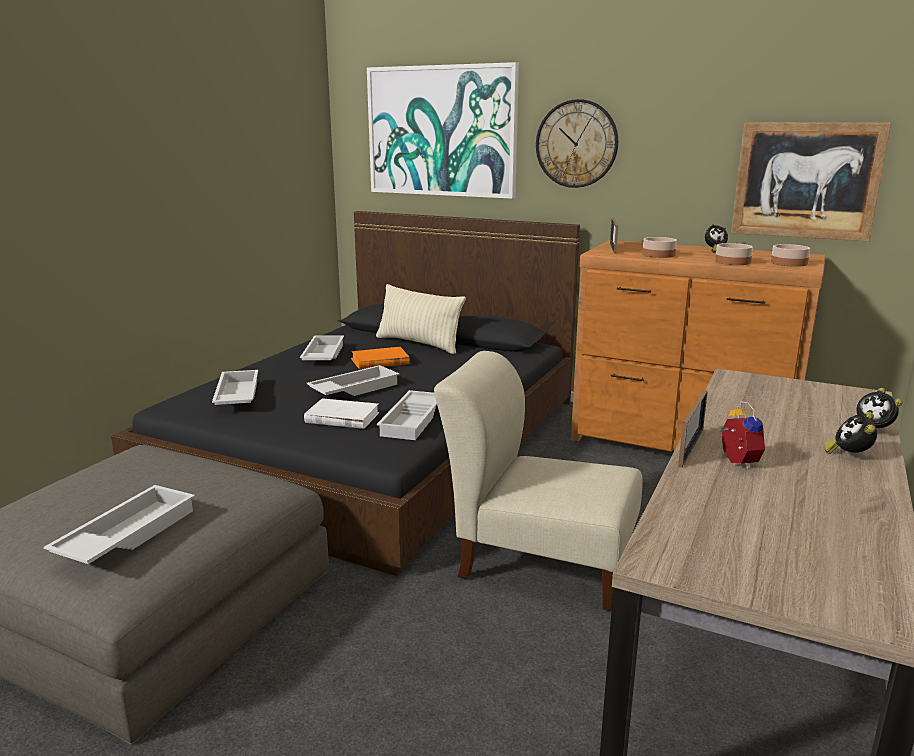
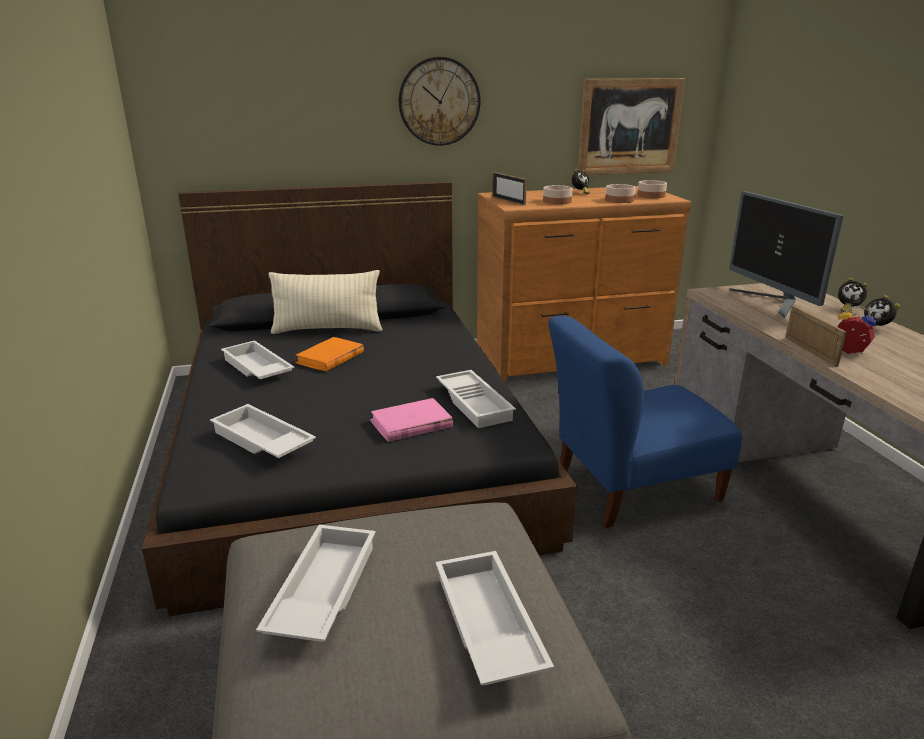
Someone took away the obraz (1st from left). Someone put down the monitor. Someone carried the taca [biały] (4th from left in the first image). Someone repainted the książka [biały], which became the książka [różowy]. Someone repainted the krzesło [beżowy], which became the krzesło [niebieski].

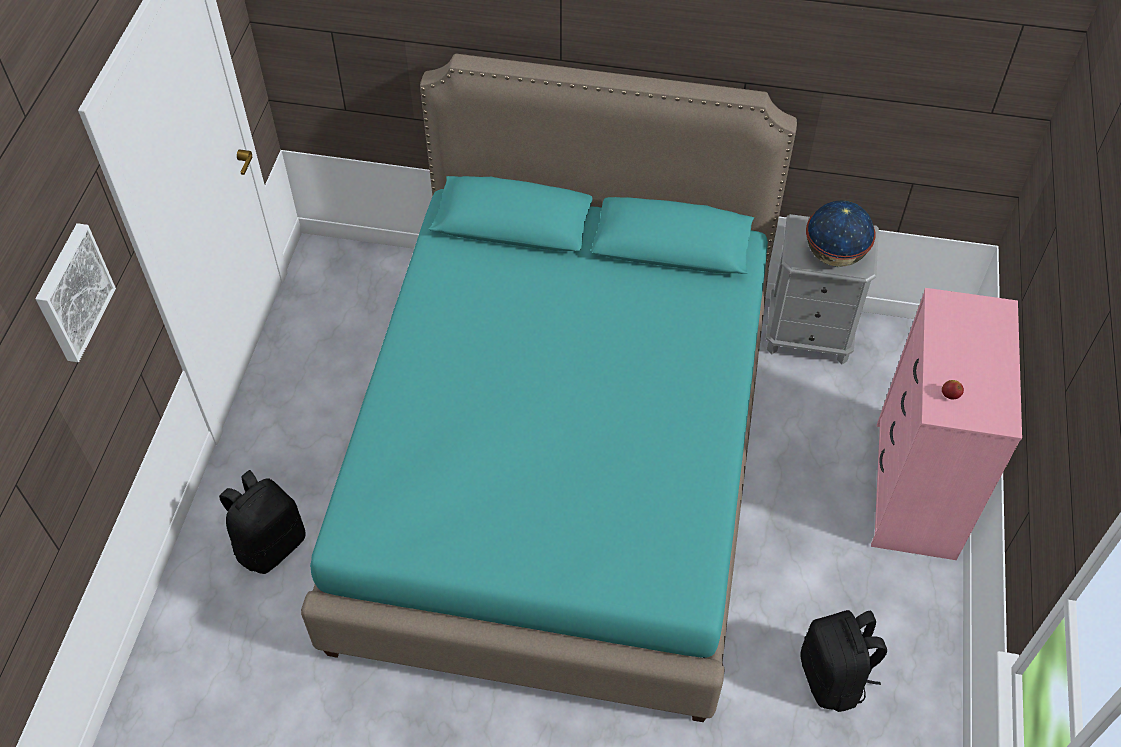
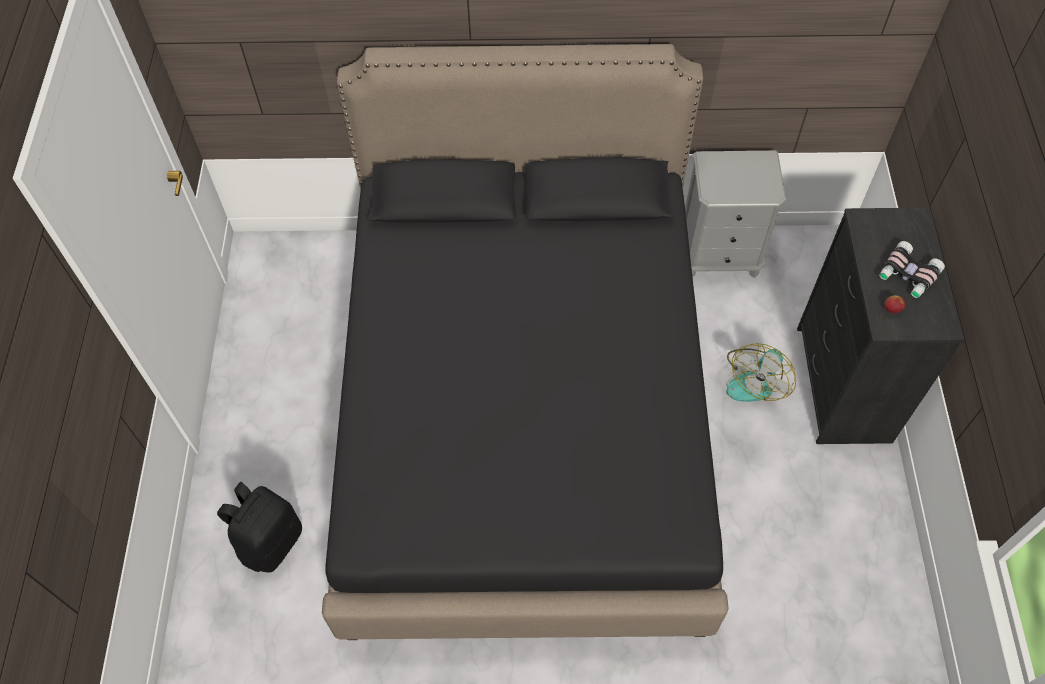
Someone took away the obraz. Someone took away the plecak [czarny] (2nd from left). Someone took away the globus. Someone put down the wentylator. Someone put down the lornetka. Someone repainted the łóżko [turkusowy], which became the łóżko [czarny]. Someone repainted the komoda [różowy], which became the komoda [czarny].

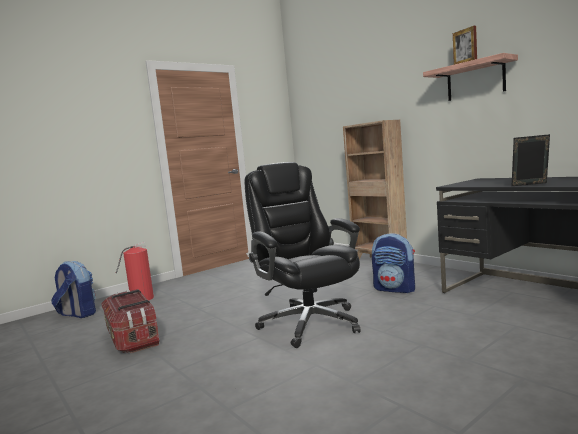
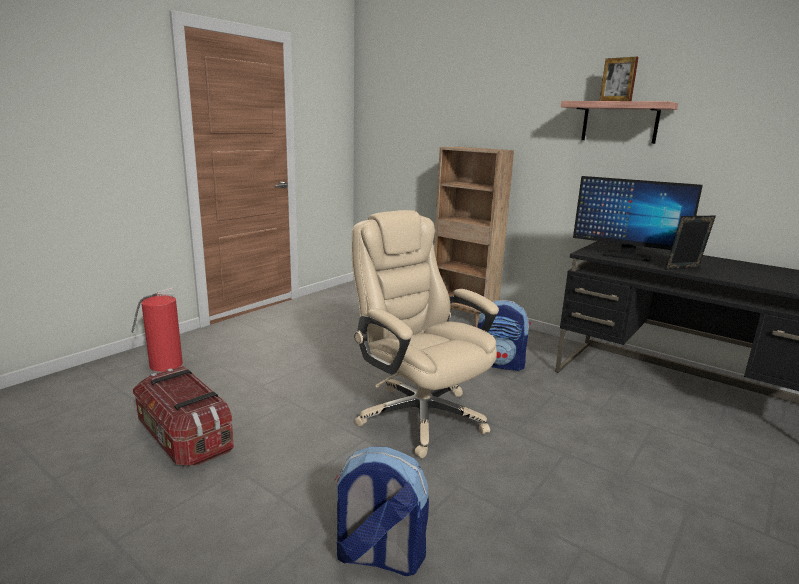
Someone put down the monitor. Someone carried the plecak (1st from left). Someone repainted the krzesło biurowe [czarny], which became the krzesło biurowe [beżowy].

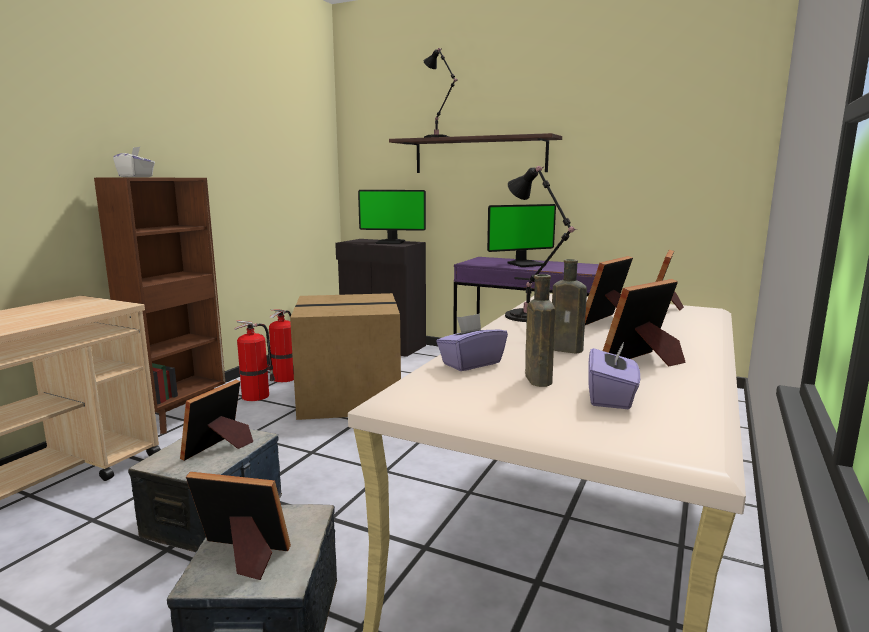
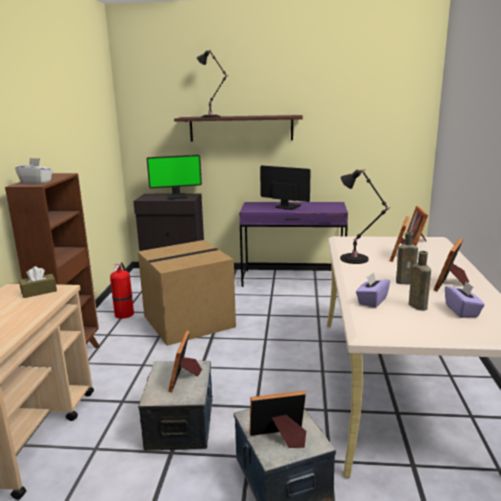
Someone took away the gaśnica (1st from left). Someone put down the pudełko chusteczek [brązowy]. Someone rotated the monitor (2nd from left) by 105 degrees counterclockwise.

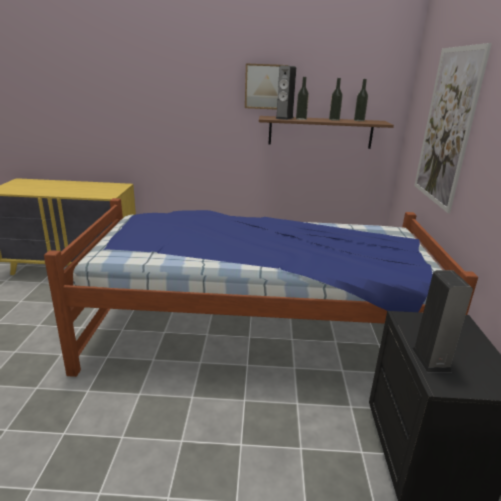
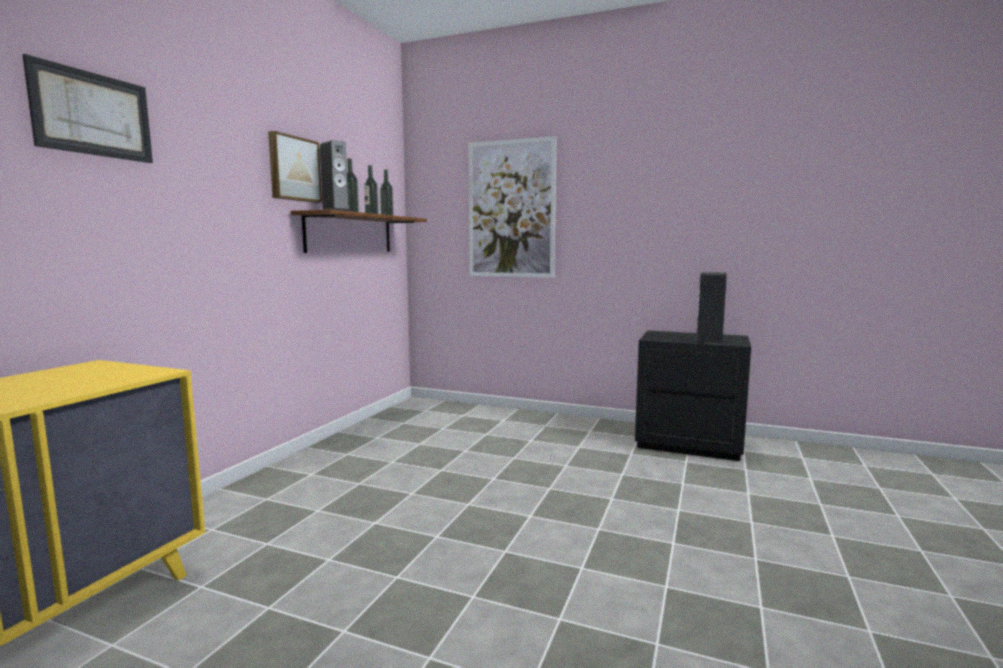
Someone took away the łóżko. Someone put up the obraz (1st from left).

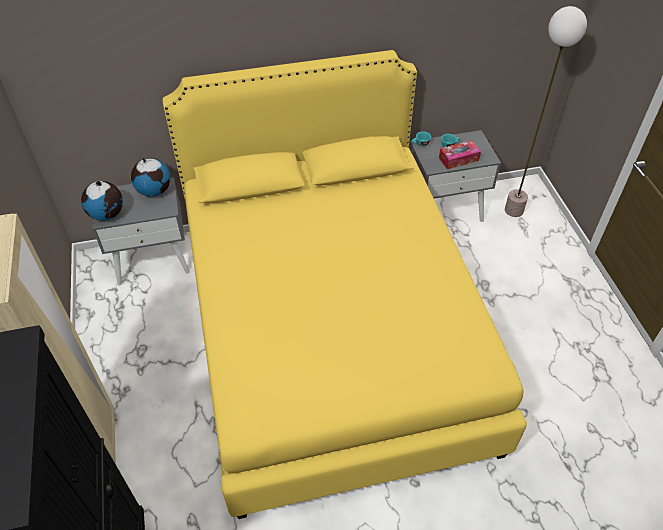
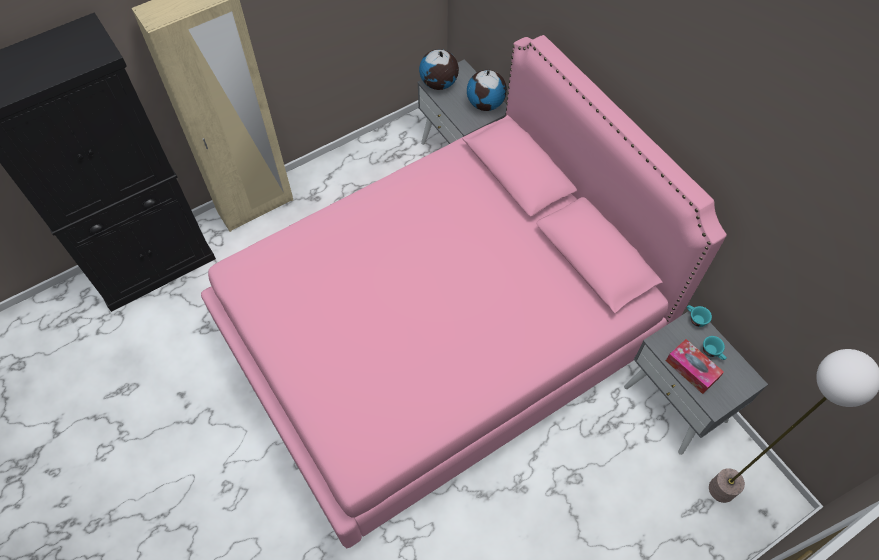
Someone repainted the łóżko [żółty], which became the łóżko [różowy].

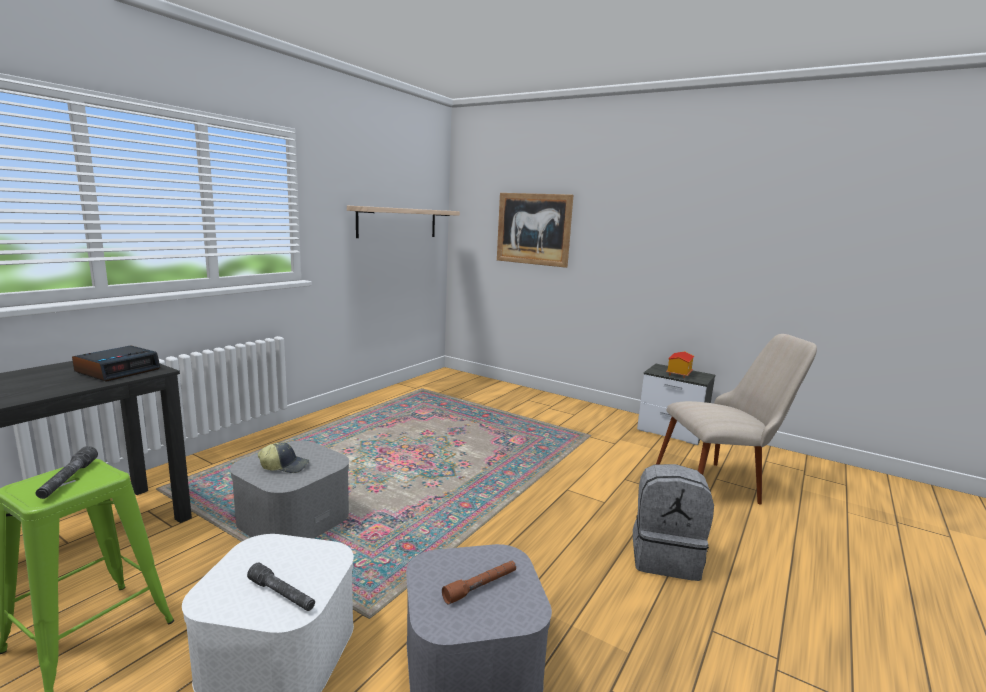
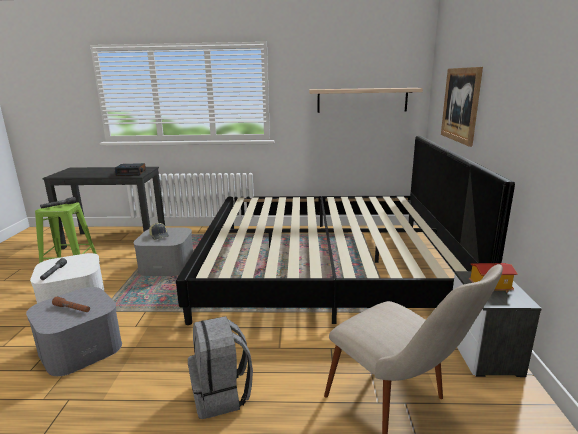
Someone put down the łóżko.

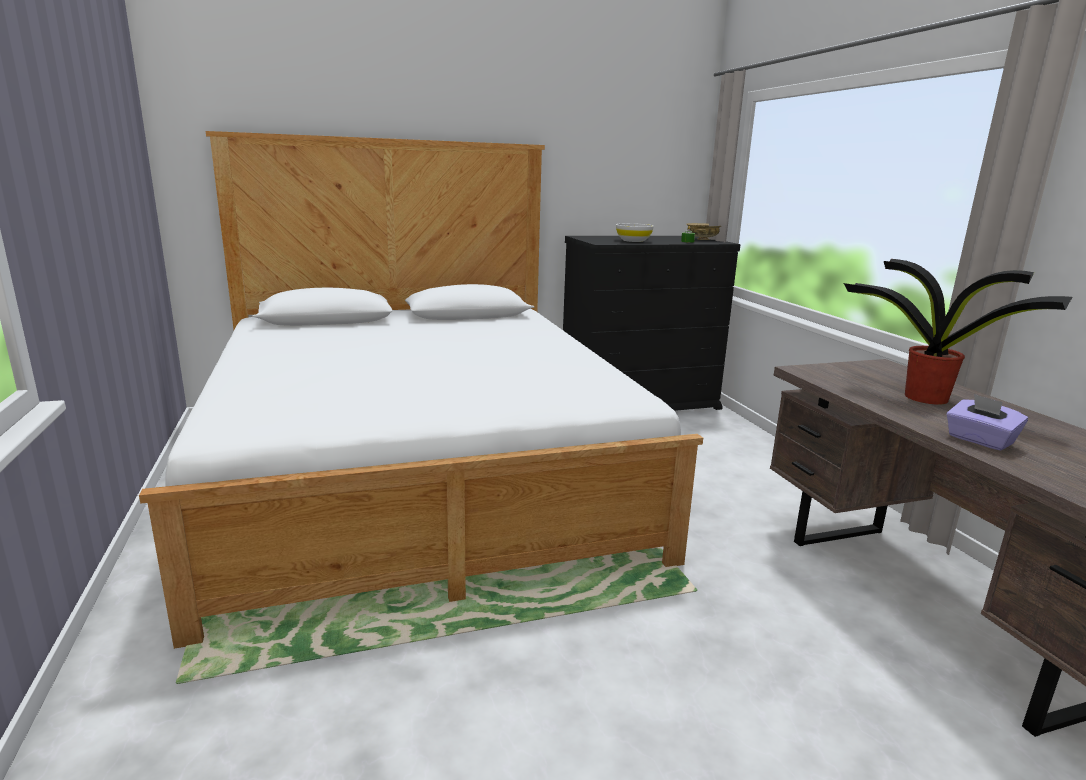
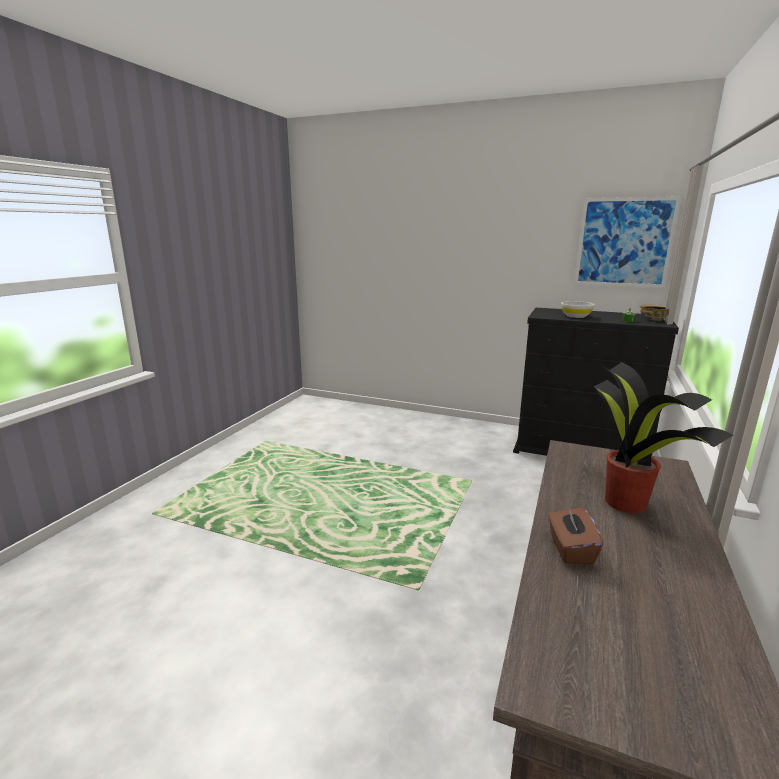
Someone took away the łóżko. Someone put up the obraz. Someone repainted the pudełko chusteczek [fioletowy], which became the pudełko chusteczek [brązowy].

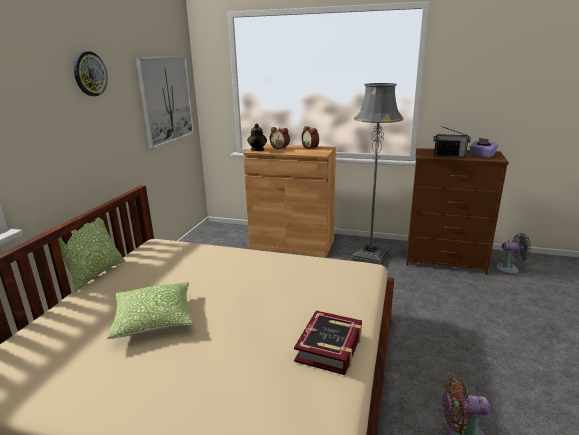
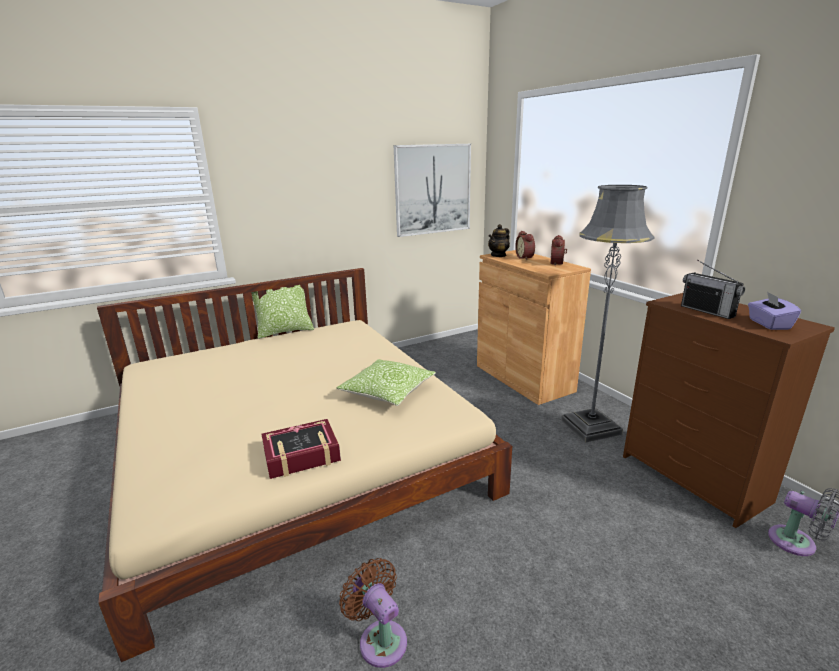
Someone took away the zegar ścienny. Someone carried the poduszka (2nd from left).

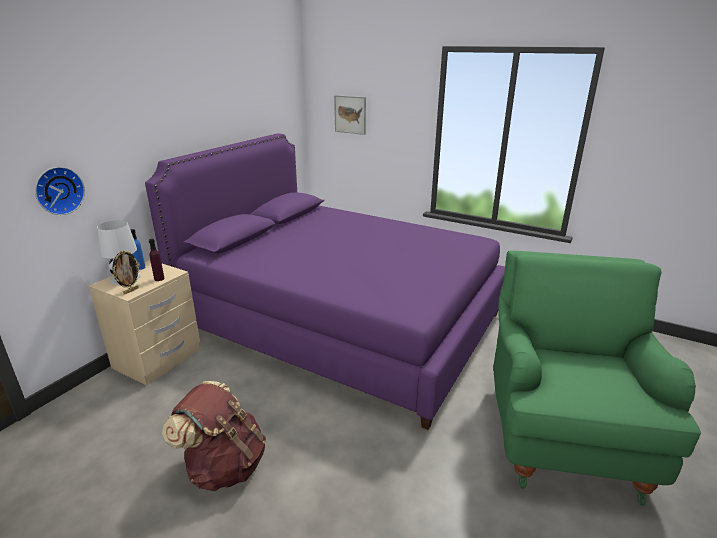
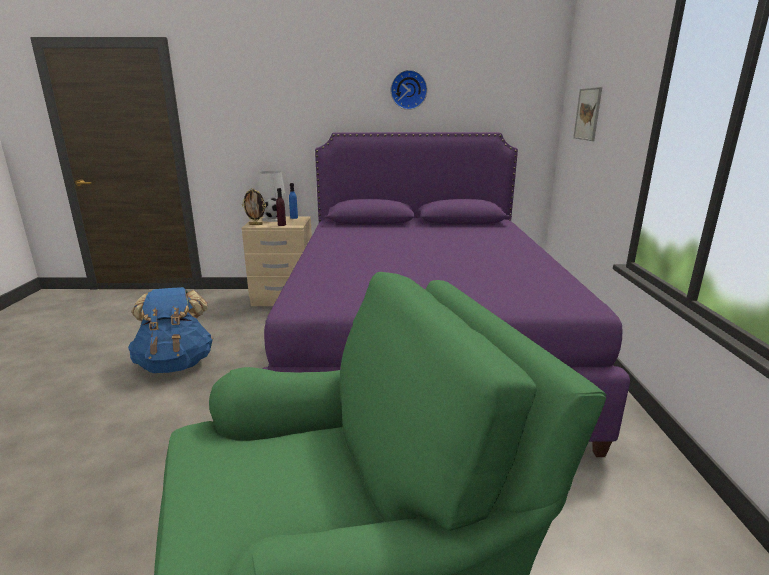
Someone carried the zegar ścienny. Someone repainted the plecak [brązowy], which became the plecak [niebieski].

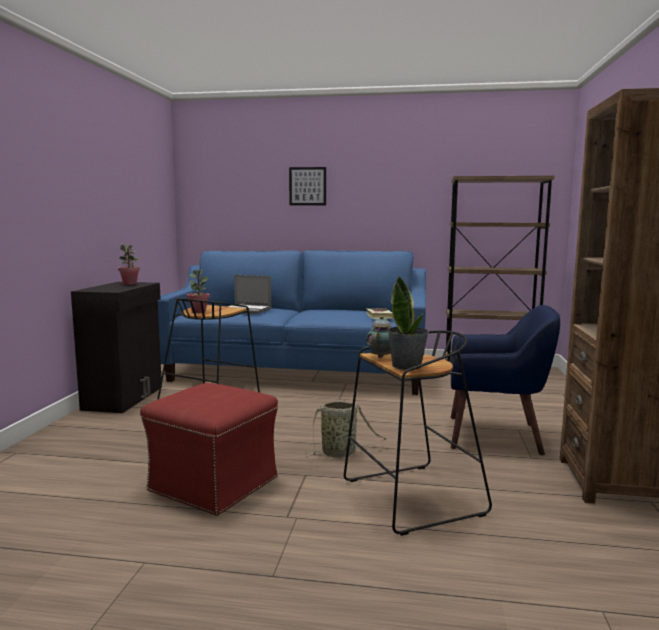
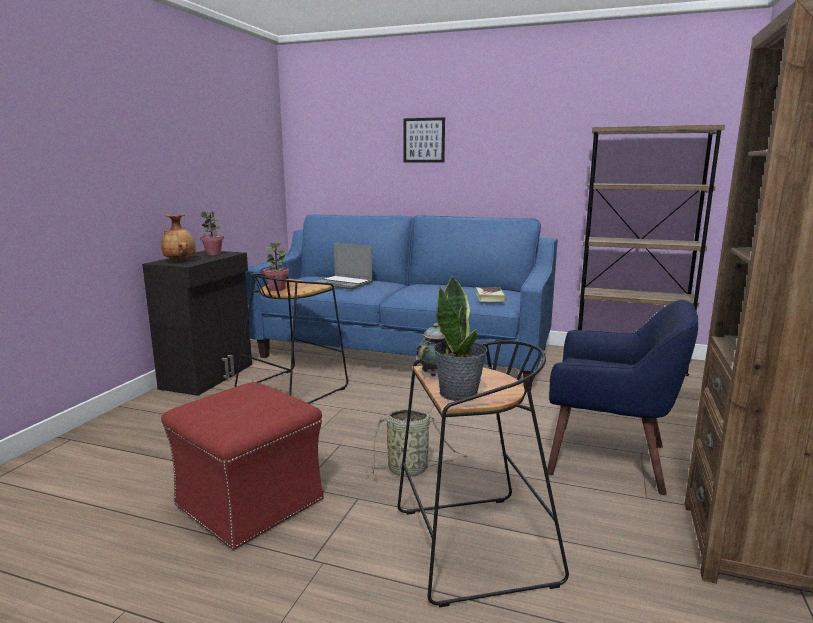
Someone put down the wazon [brązowy].

